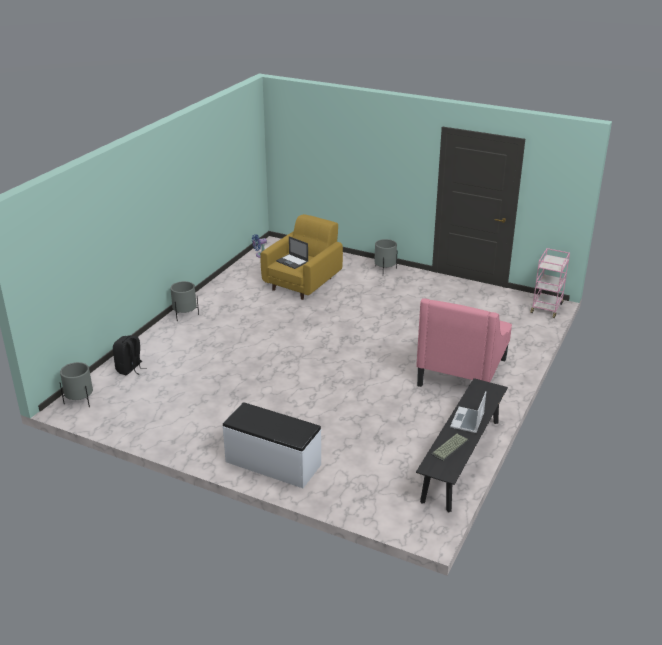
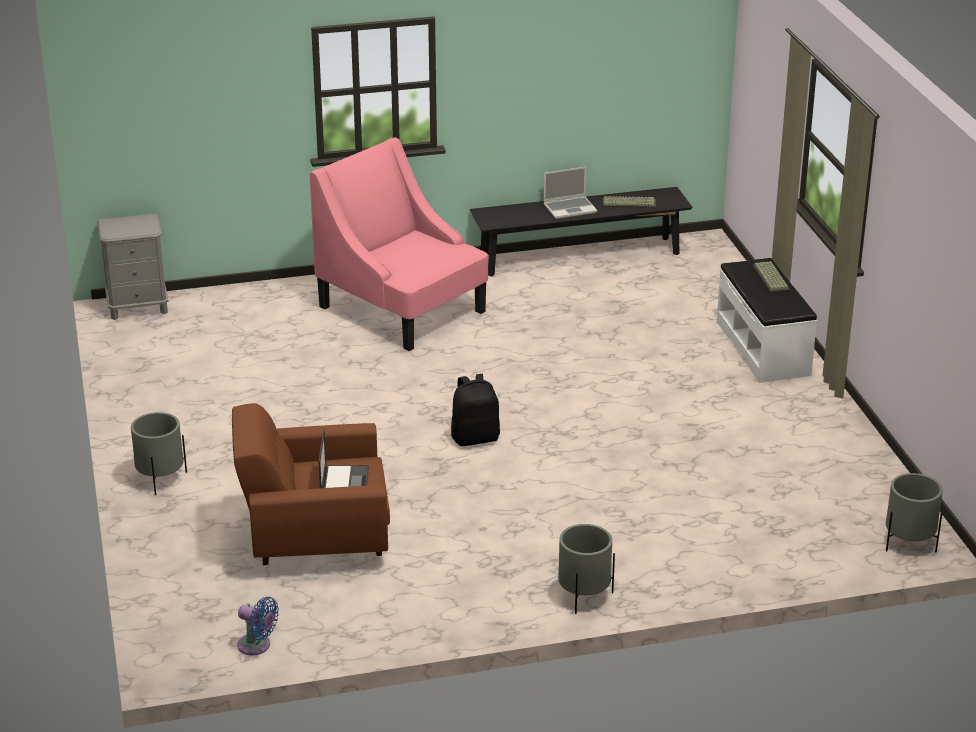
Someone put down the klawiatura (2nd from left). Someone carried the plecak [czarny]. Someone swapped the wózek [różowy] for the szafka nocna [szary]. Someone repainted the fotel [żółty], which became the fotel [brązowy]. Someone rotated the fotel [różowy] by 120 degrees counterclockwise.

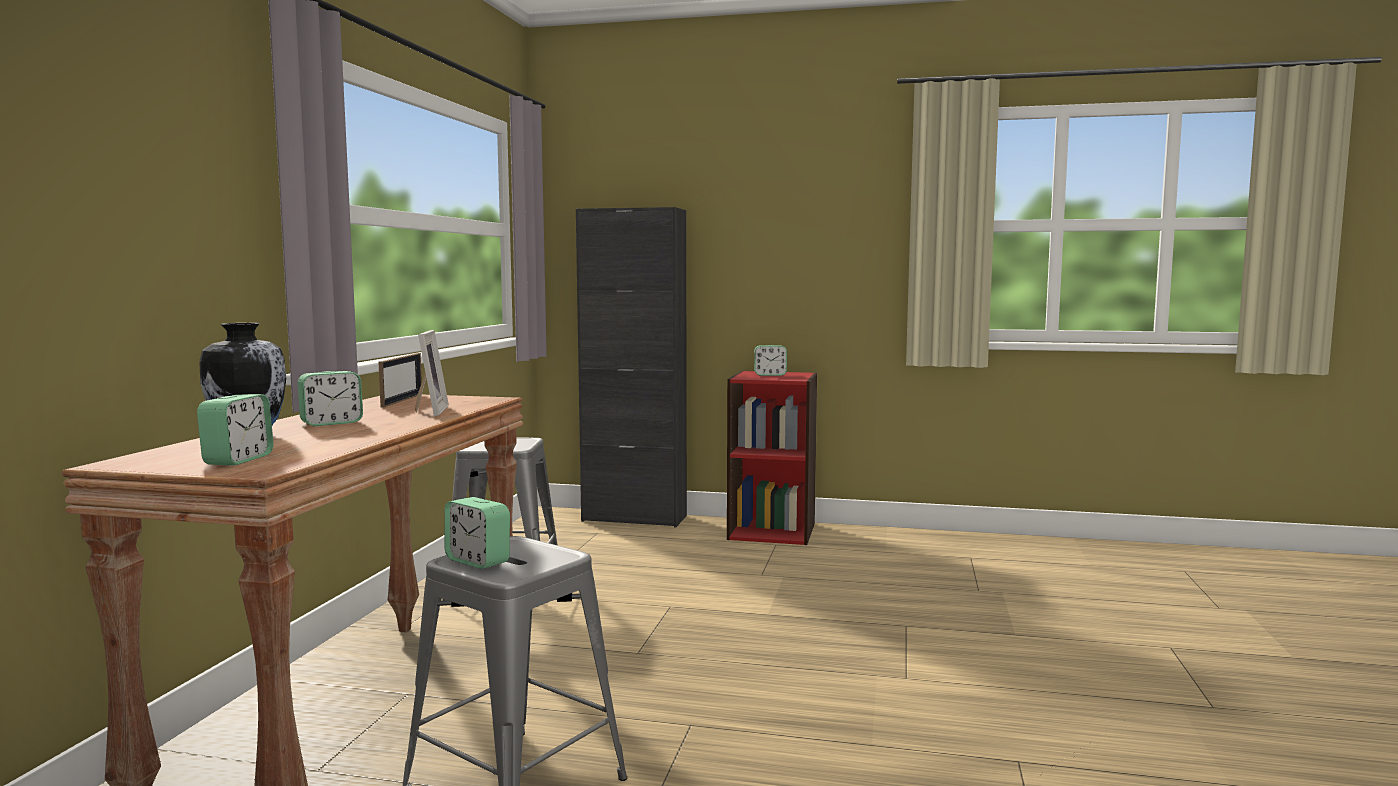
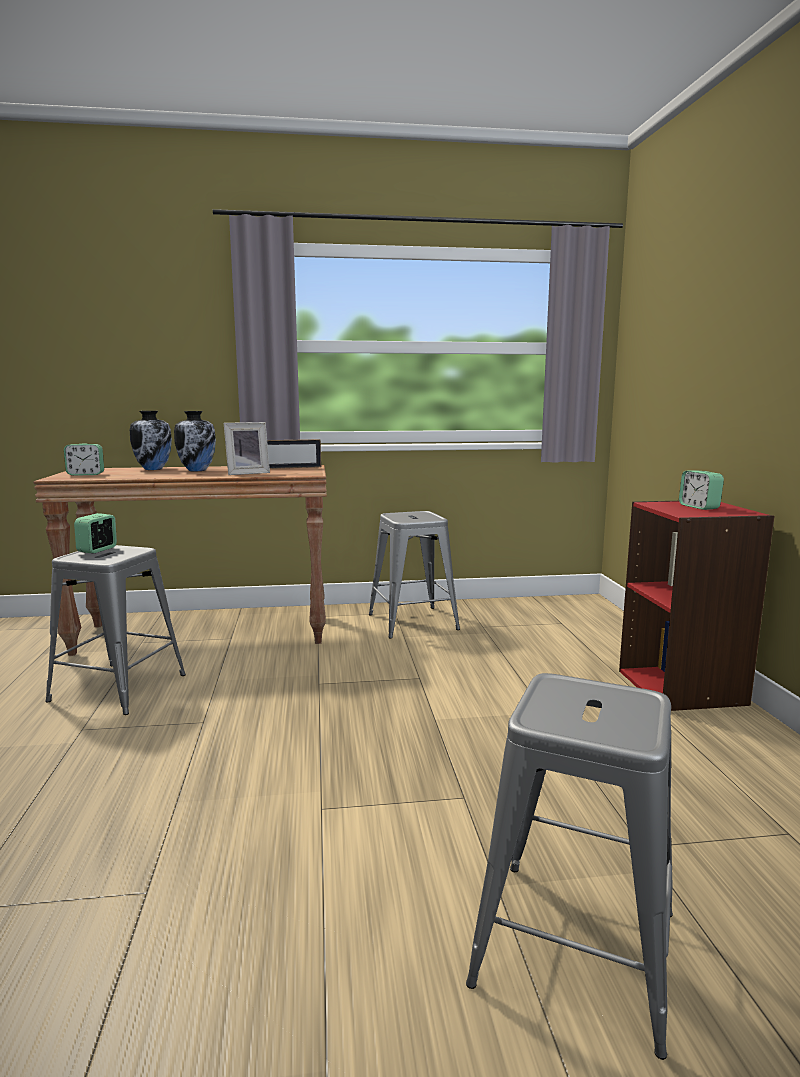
Someone took away the szafka [czarny]. Someone put down the stołek [szary] (3rd from left). Someone swapped the budzik (2nd from left) for the wazon (2nd from left).

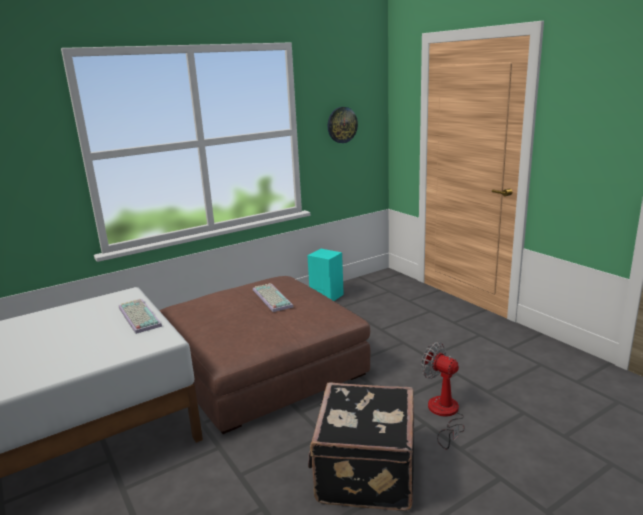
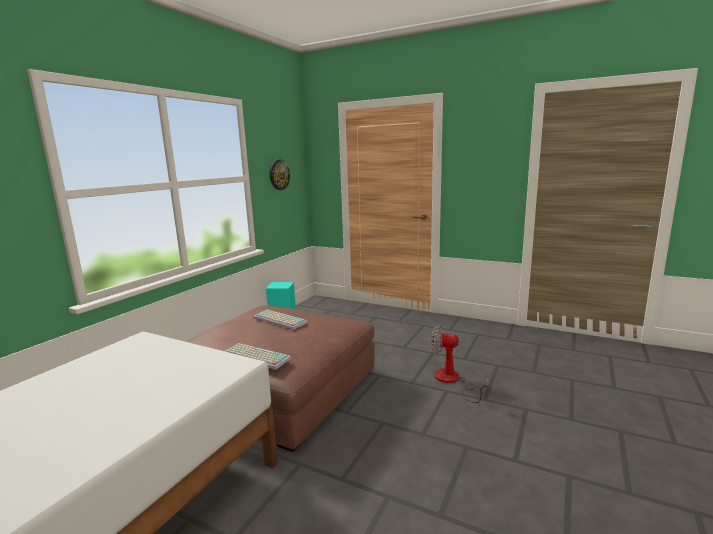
Someone took away the walizka [czarny]. Someone carried the klawiatura (1st from left).

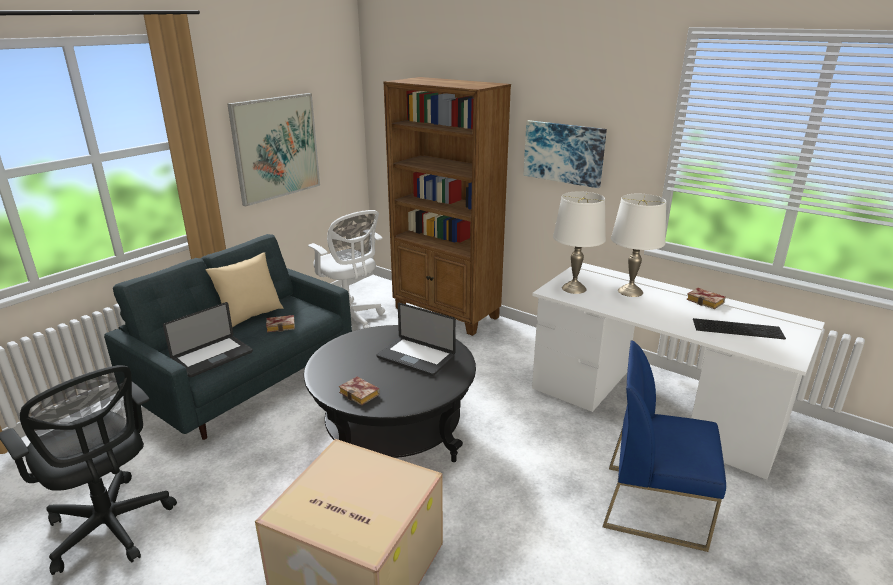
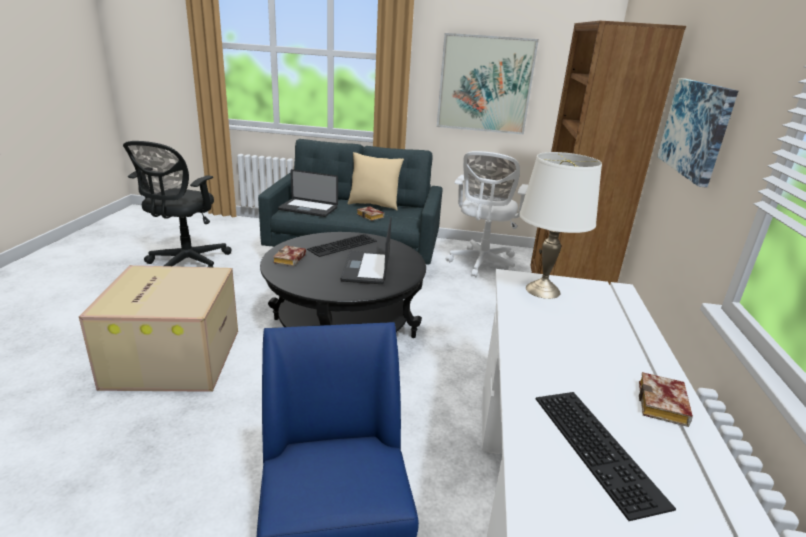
Someone took away the lampa stołowa [biały] (2nd from left). Someone put down the klawiatura (1st from left).

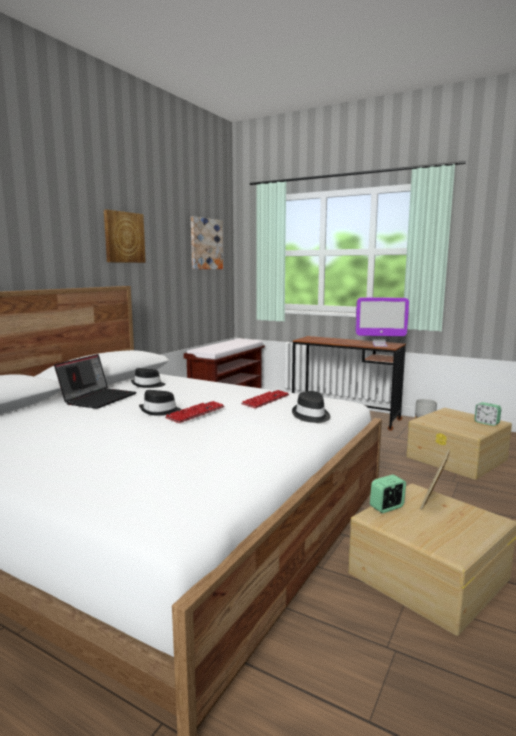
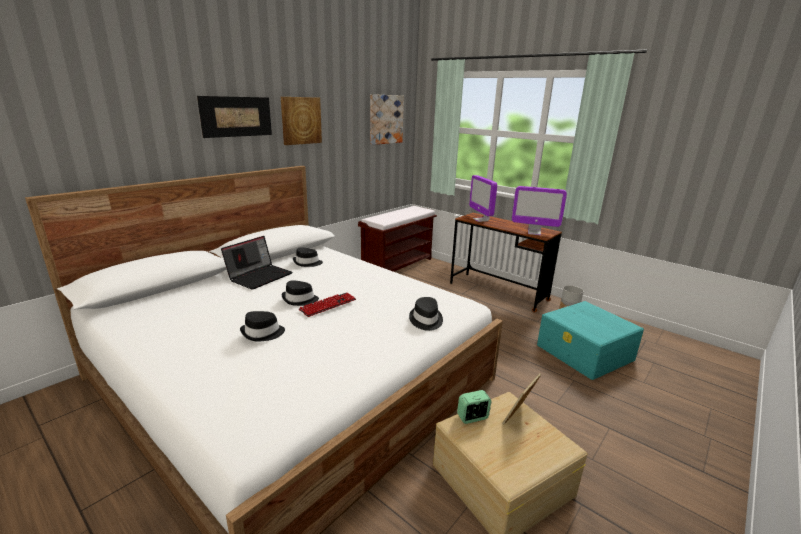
Someone took away the klawiatura (2nd from left). Someone took away the budzik (2nd from left). Someone put up the obraz (1st from left). Someone put down the kapelusz [czarny] (1st from left). Someone put down the monitor (1st from left). Someone repainted the pojemnik do przechowywania [beżowy] (2nd from left), which became the pojemnik do przechowywania [turkusowy].

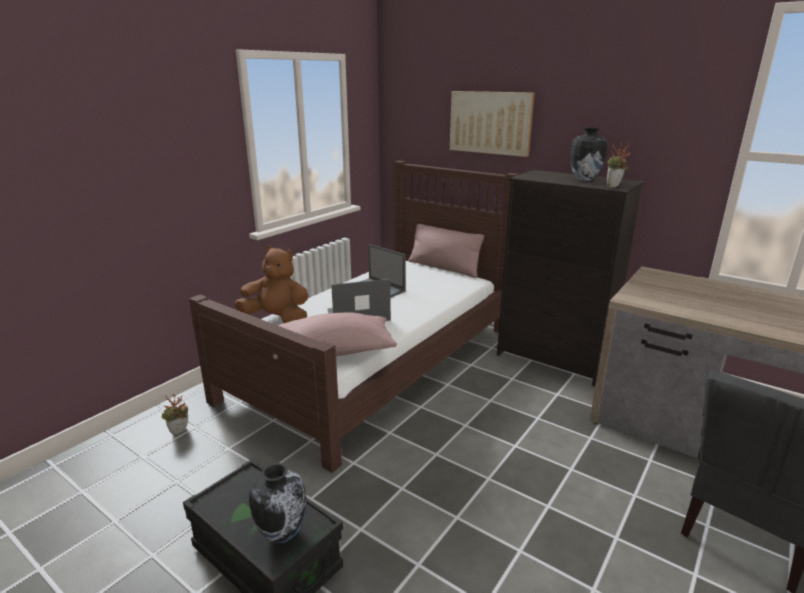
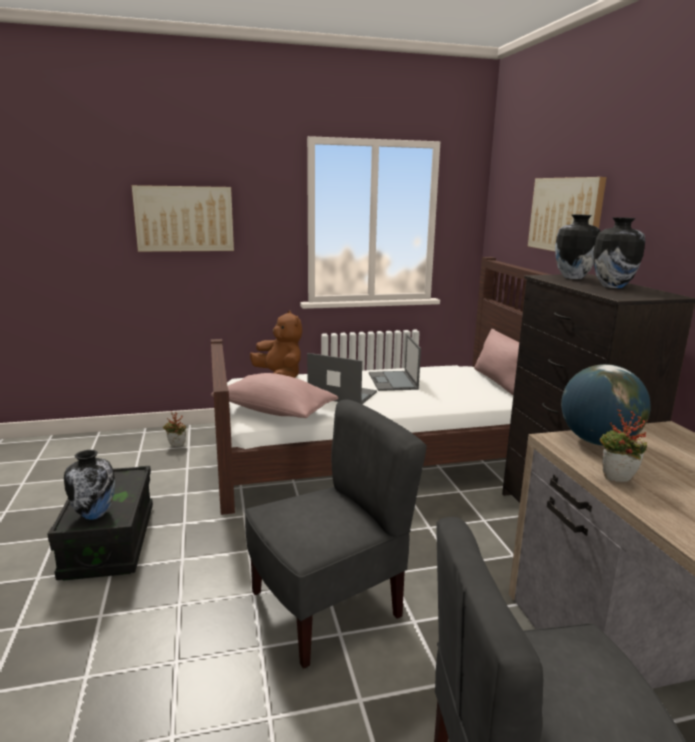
Someone put up the obraz (1st from left). Someone put down the krzesło [szary] (1st from left). Someone put down the wazon (2nd from left). Someone put down the globus. Someone carried the roślina doniczkowa (2nd from left).

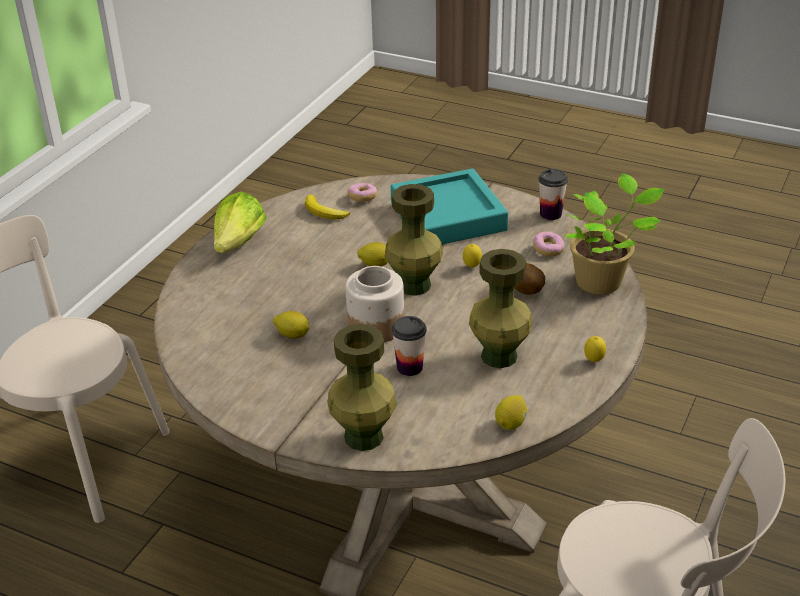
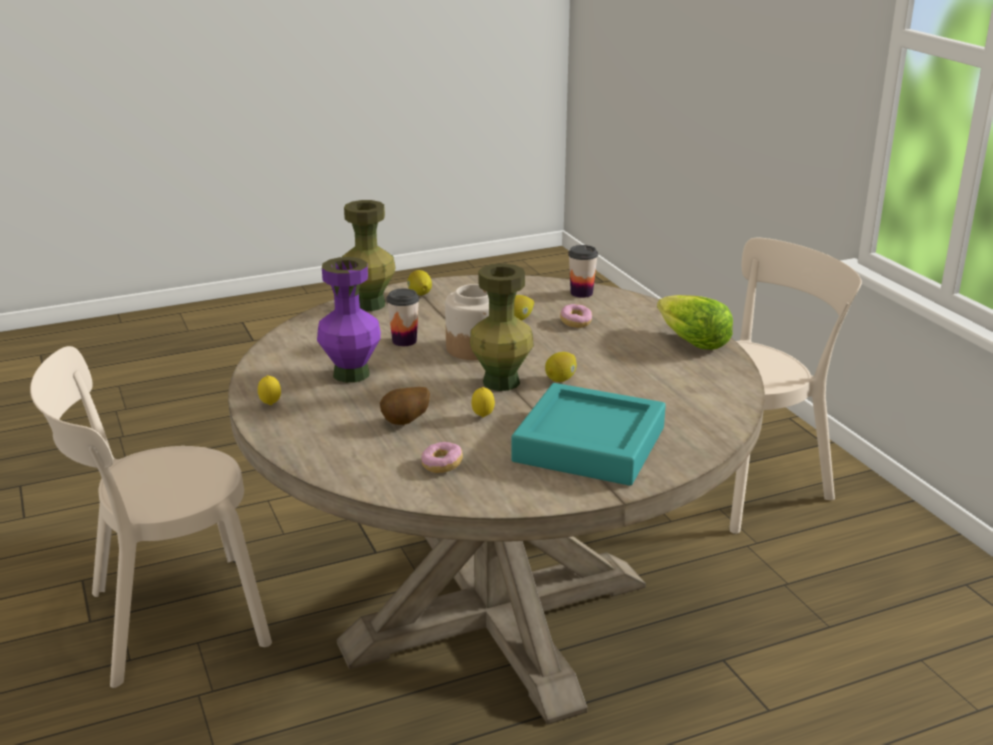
Someone took away the banan. Someone took away the roślina doniczkowa. Someone carried the donut (1st from left in the first image). Someone carried the cytryna (4th from left in the first image). Someone carried the filiżanka (2nd from left). Someone repainted the wazon [zielony] (3rd from left), which became the wazon [fioletowy].

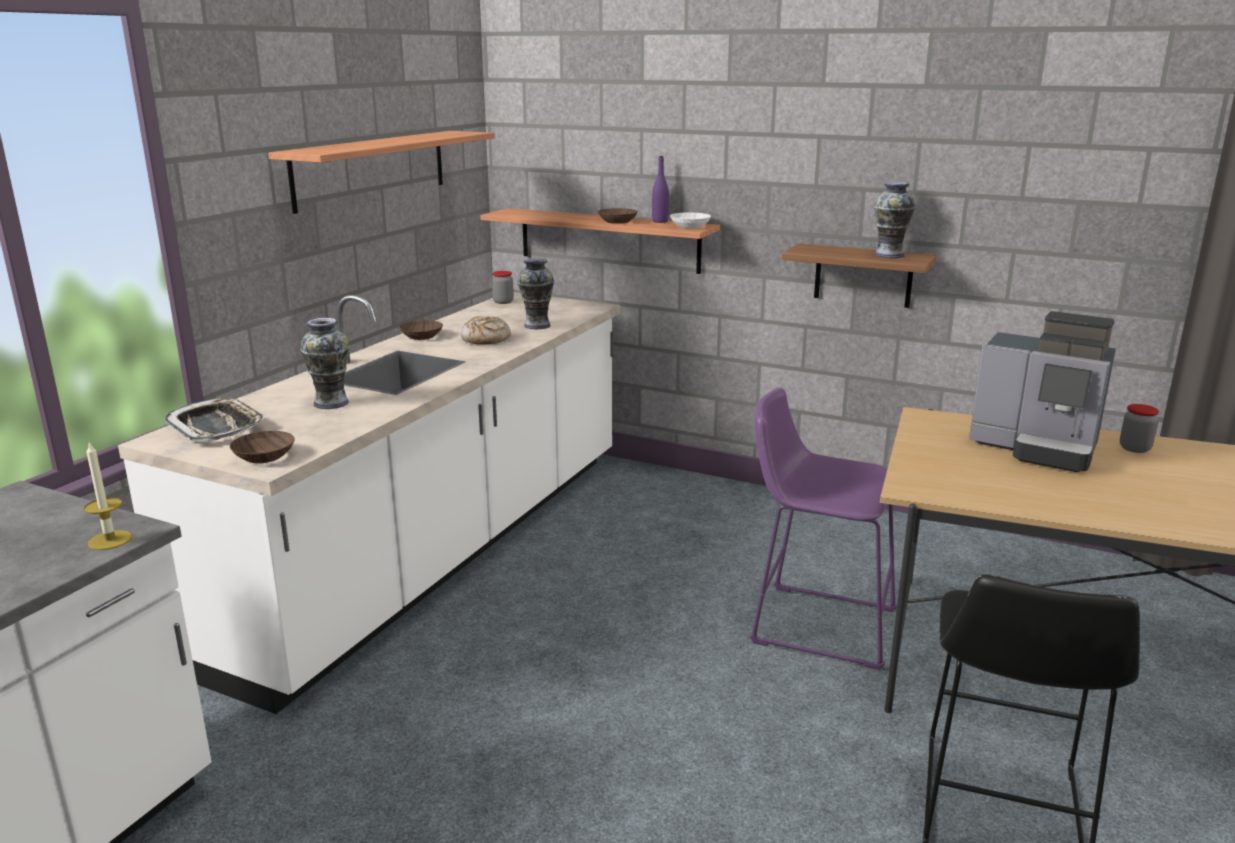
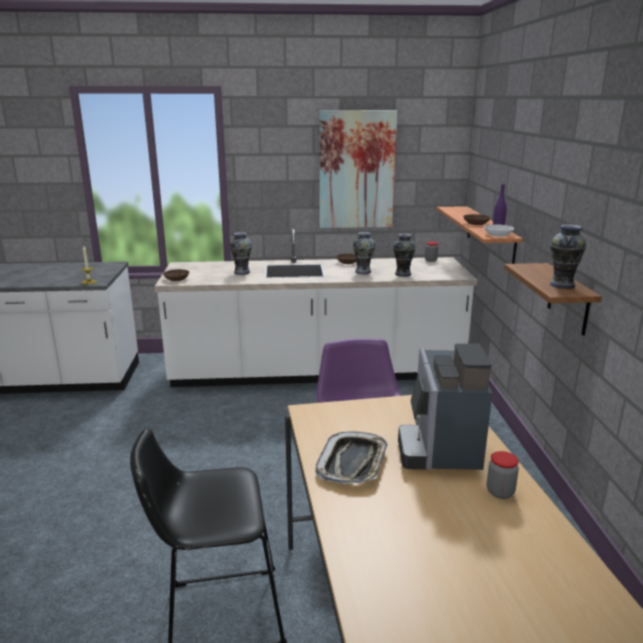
Someone carried the taca. Someone swapped the półka (1st from left) for the obraz. Someone swapped the chleb for the wazon (2nd from left).

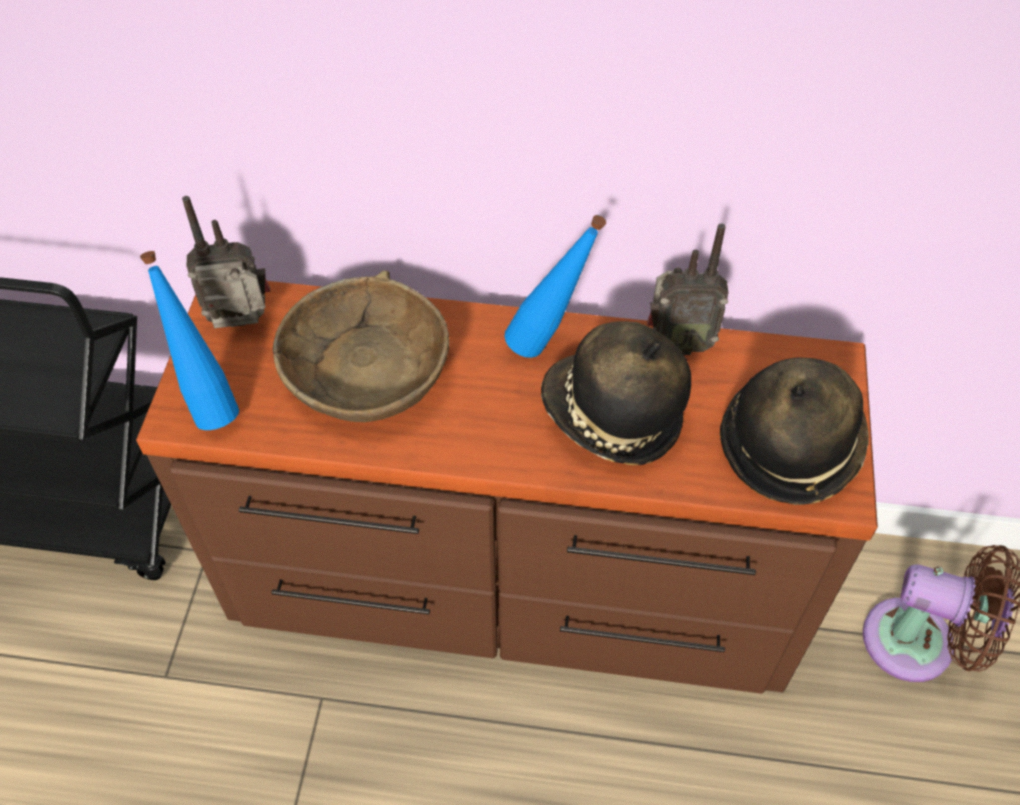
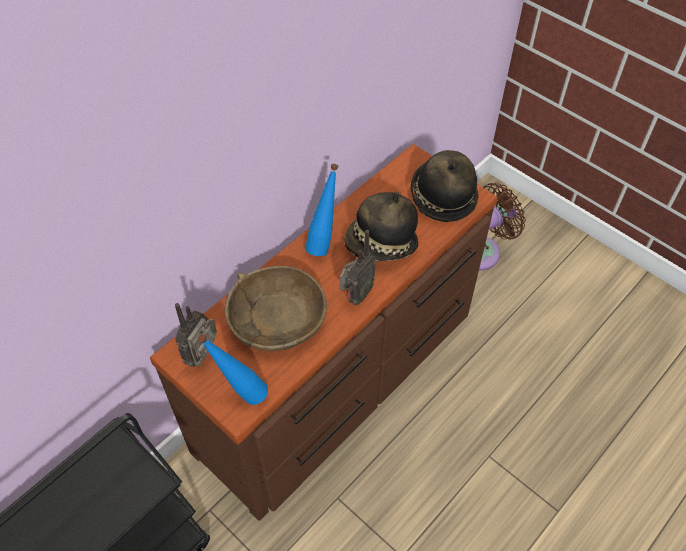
Someone carried the radio (2nd from left).

